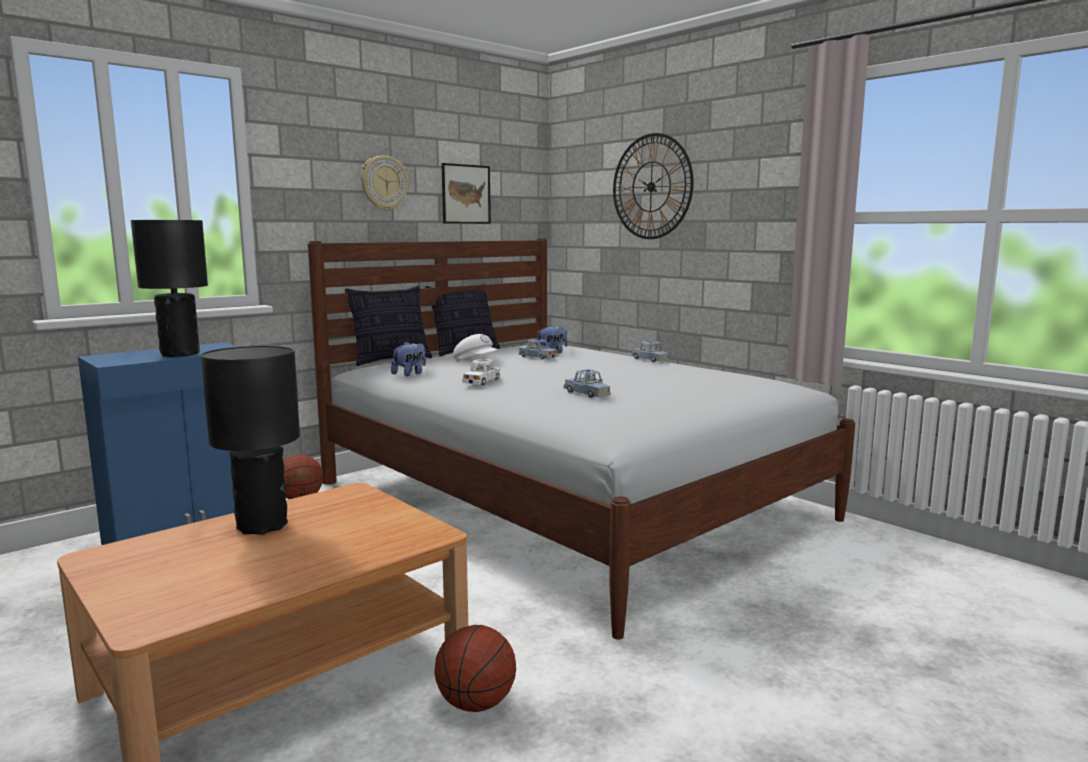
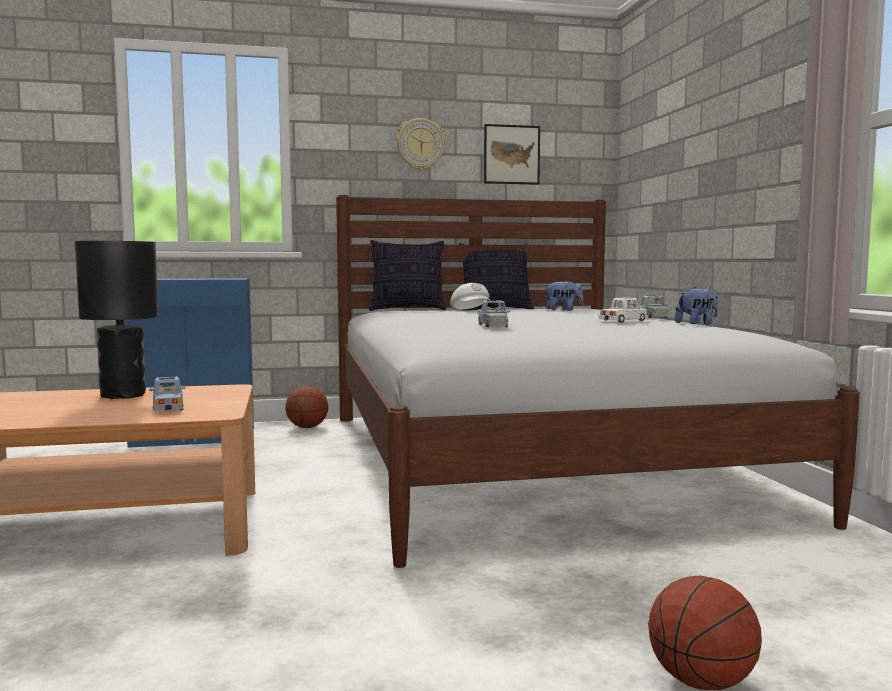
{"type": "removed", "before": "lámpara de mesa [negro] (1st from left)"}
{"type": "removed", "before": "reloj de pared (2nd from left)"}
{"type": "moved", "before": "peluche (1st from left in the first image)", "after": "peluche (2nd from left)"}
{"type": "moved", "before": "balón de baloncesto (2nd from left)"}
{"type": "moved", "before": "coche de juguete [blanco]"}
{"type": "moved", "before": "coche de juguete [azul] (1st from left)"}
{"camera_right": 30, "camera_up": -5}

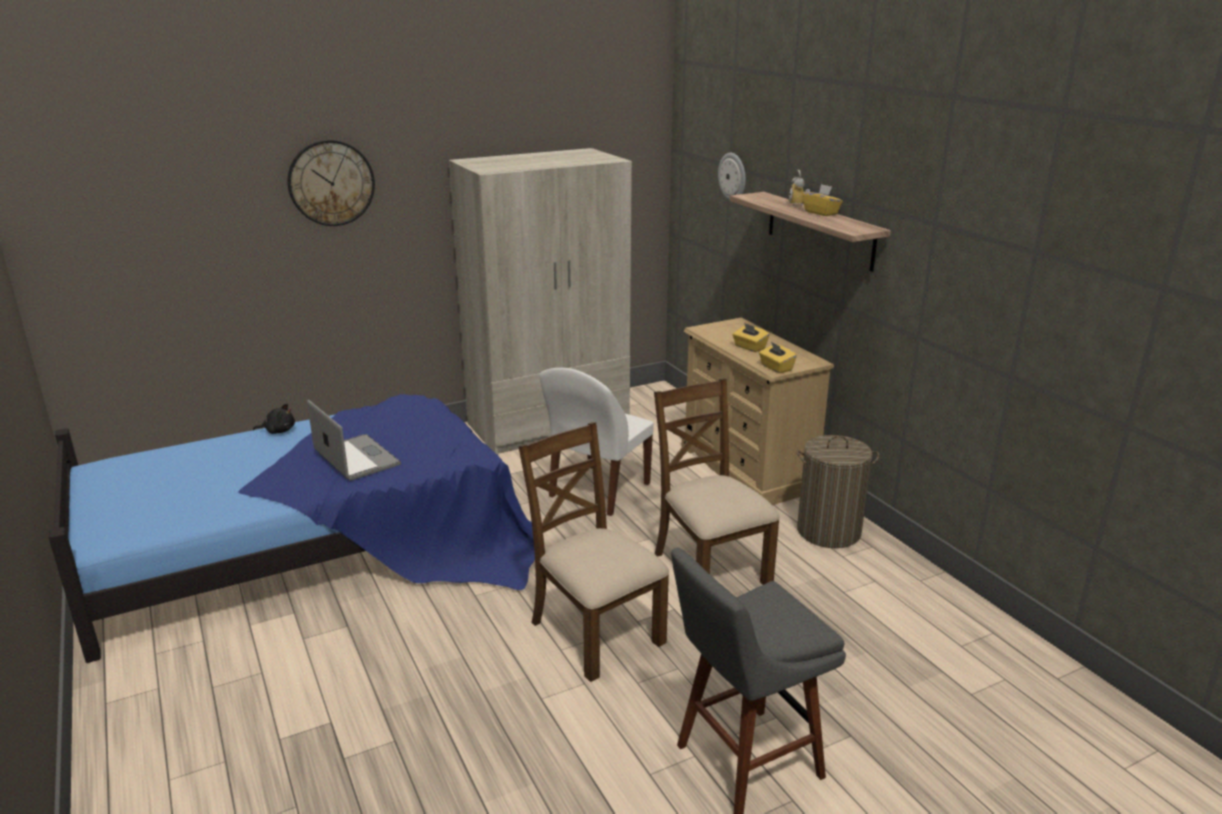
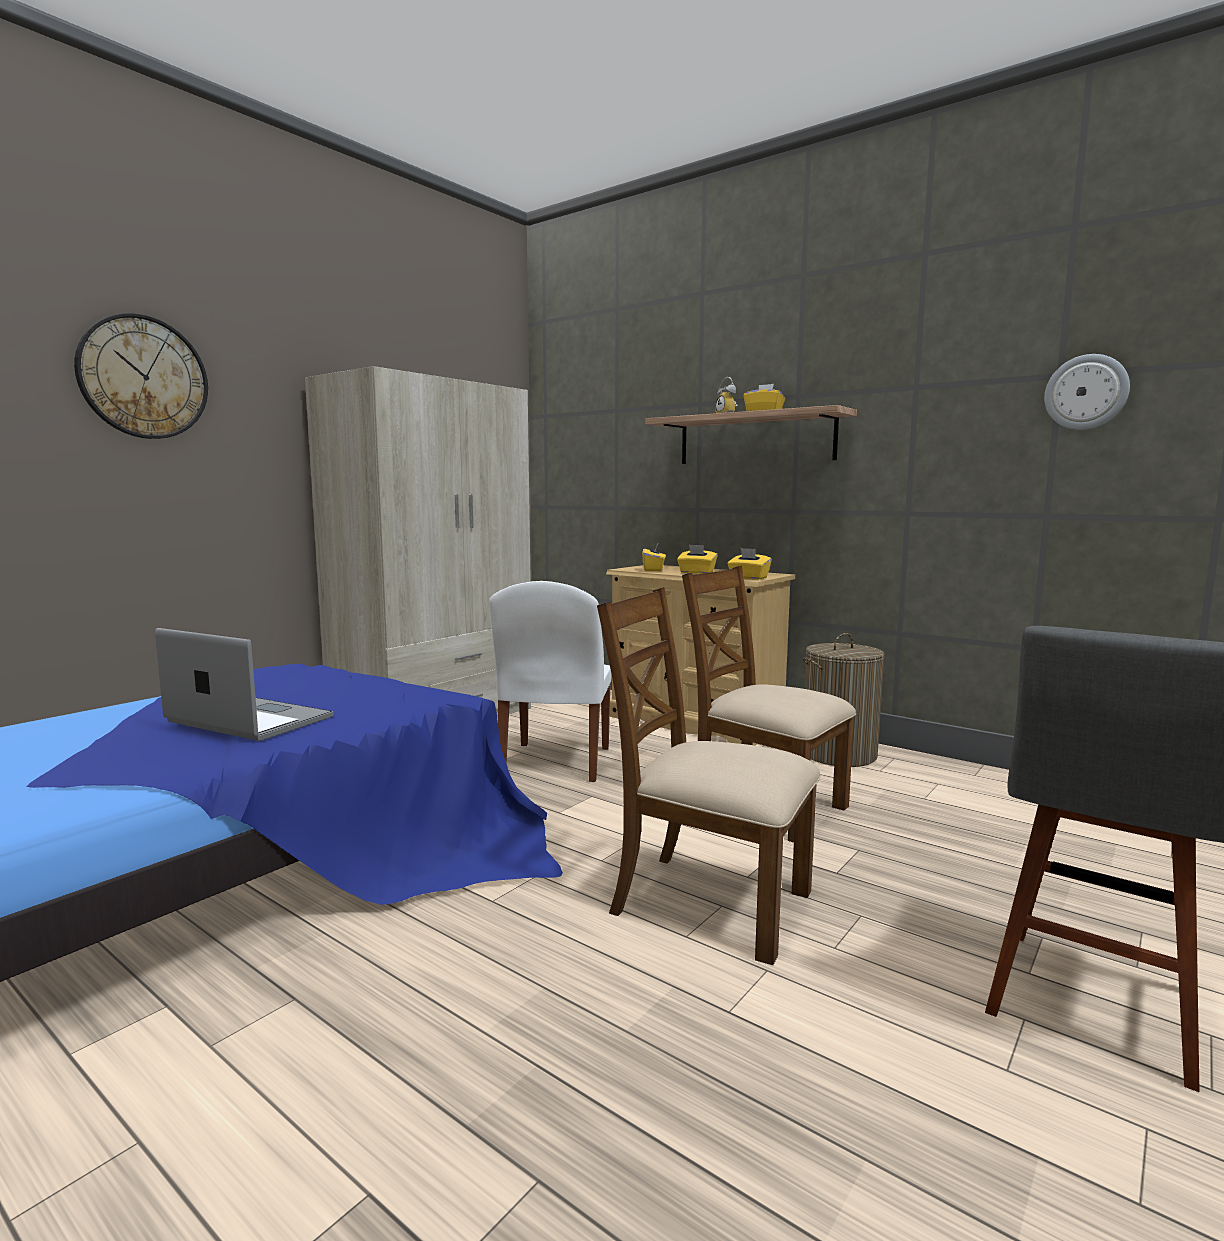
{"type": "removed", "before": "peluche [negro]"}
{"type": "added", "after": "caja de pañuelos [amarillo] (1st from left)"}
{"type": "moved", "before": "reloj de pared (2nd from left)"}
{"camera_right": -25, "camera_up": -15}

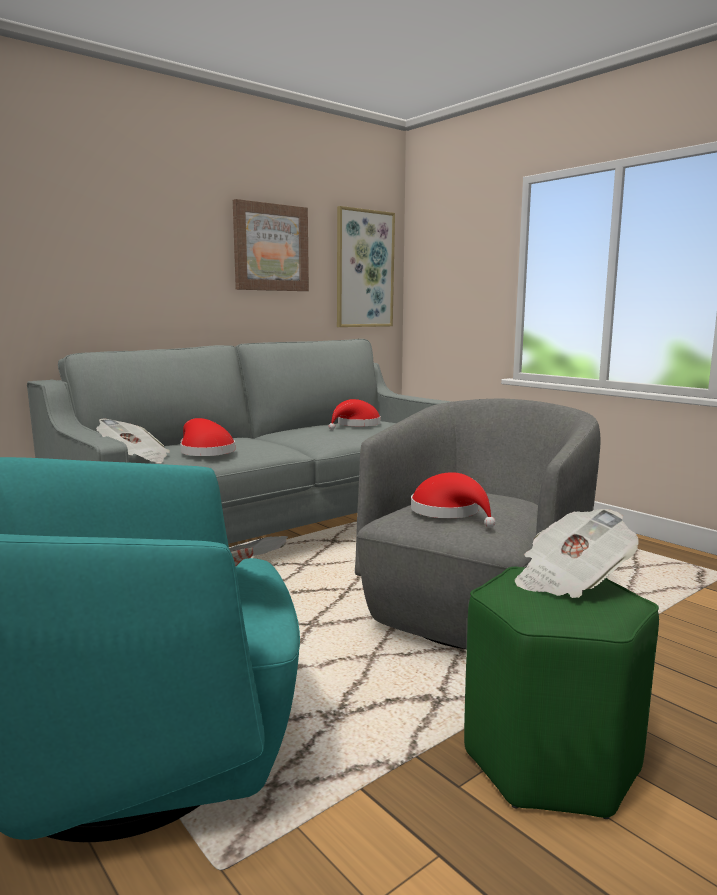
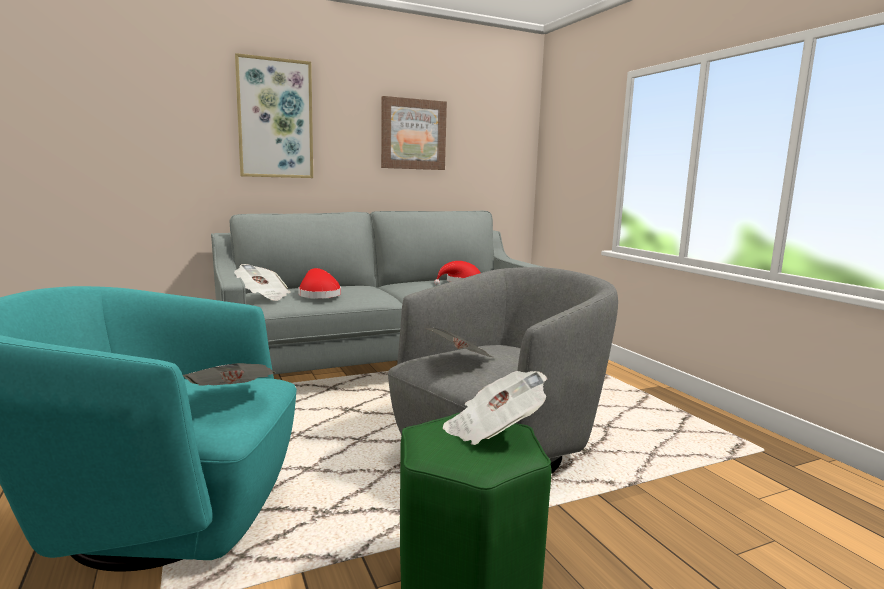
{"type": "moved", "before": "cuadro (2nd from left in the first image)", "after": "cuadro (1st from left)"}
{"type": "replaced", "before": "sombrero [rojo] (3rd from left)", "after": "periódico (3rd from left)"}
{"camera_right": 15, "camera_up": 0}

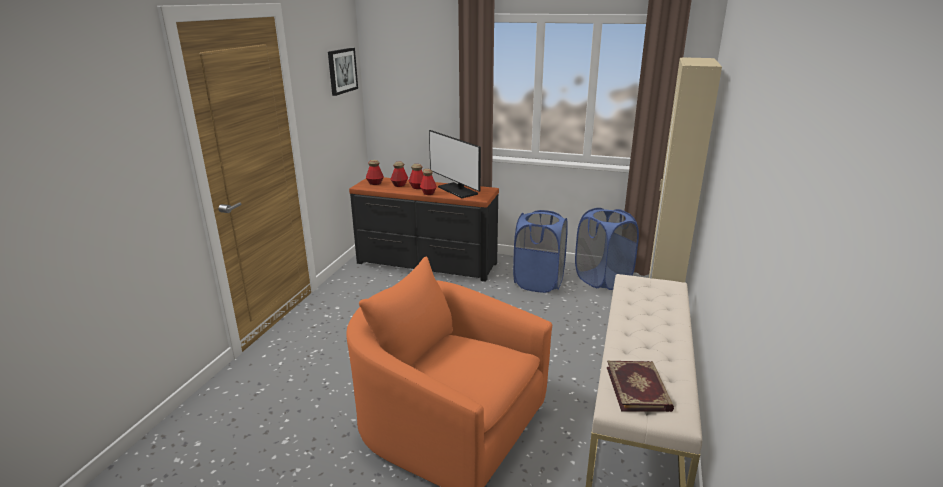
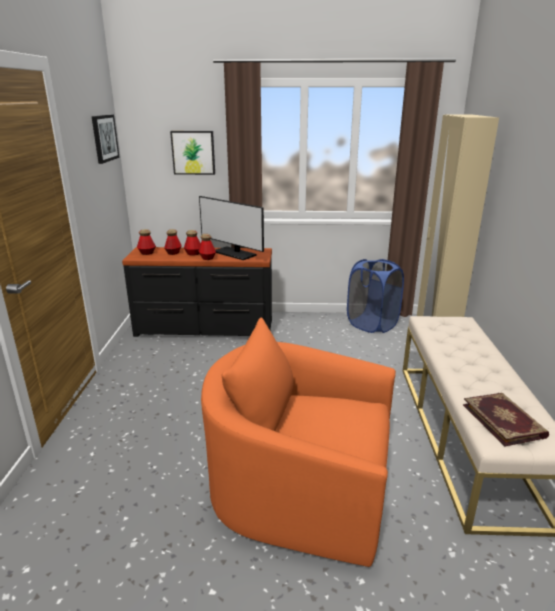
{"type": "removed", "before": "cesto de la ropa [azul] (1st from left)"}
{"type": "added", "after": "cuadro (2nd from left)"}
{"camera_right": -15, "camera_up": 0}

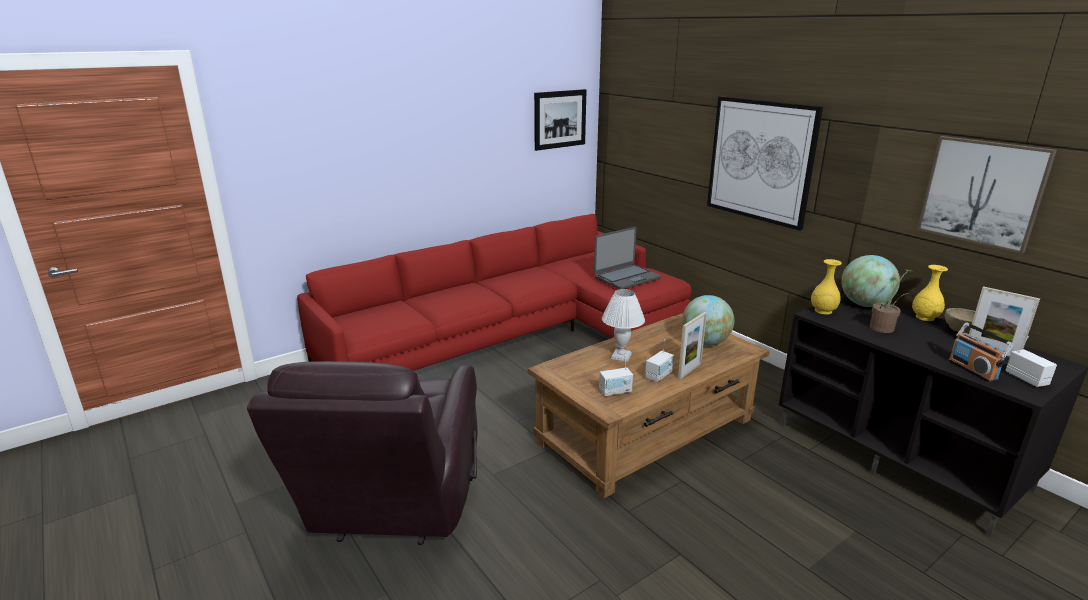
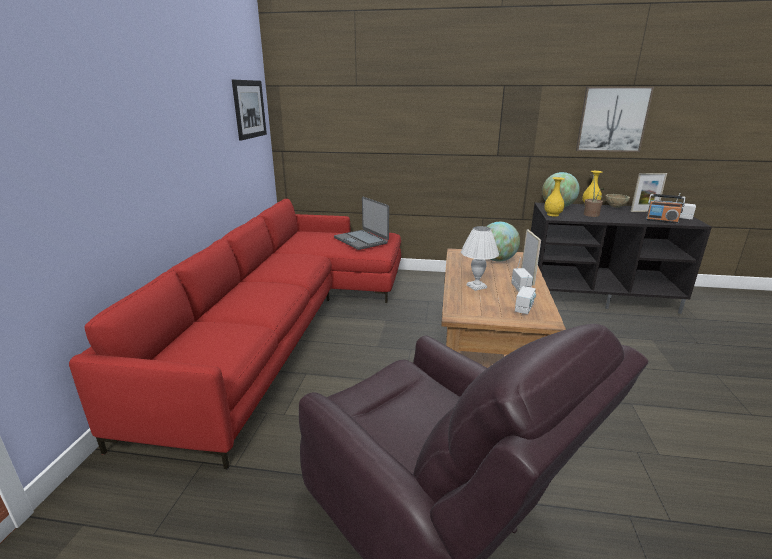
{"type": "removed", "before": "cuadro (2nd from left)"}
{"type": "turned", "before": "portátil", "turn": 135}
{"camera_right": -45, "camera_up": 0}

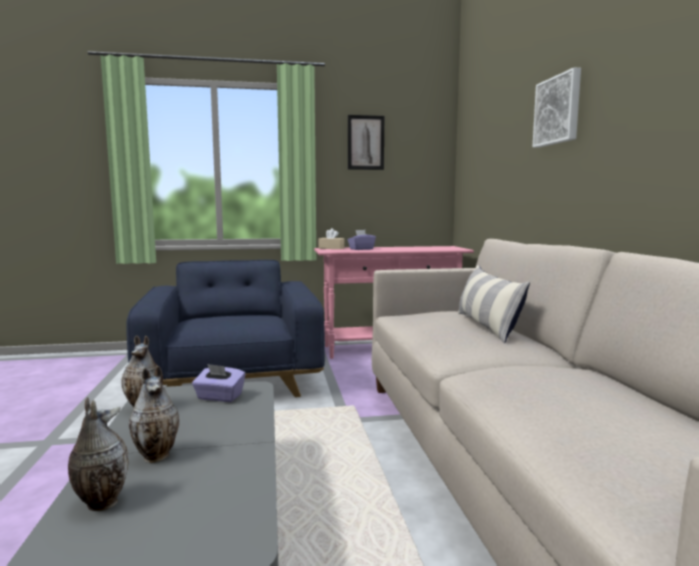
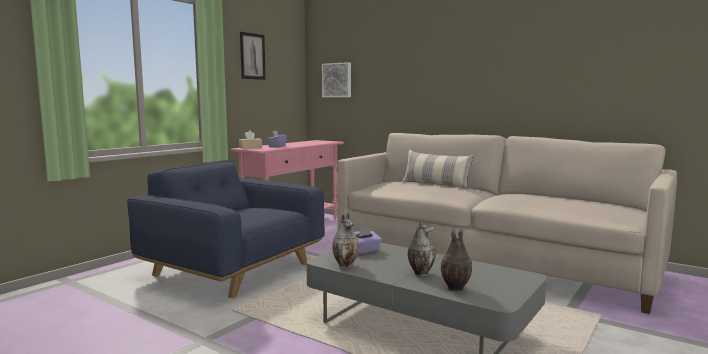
{"type": "moved", "before": "cuadro (2nd from left)"}
{"camera_right": -45, "camera_up": 0}

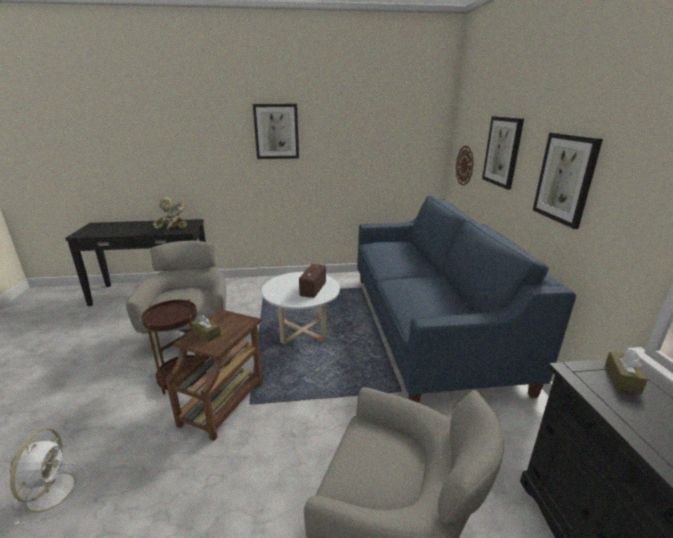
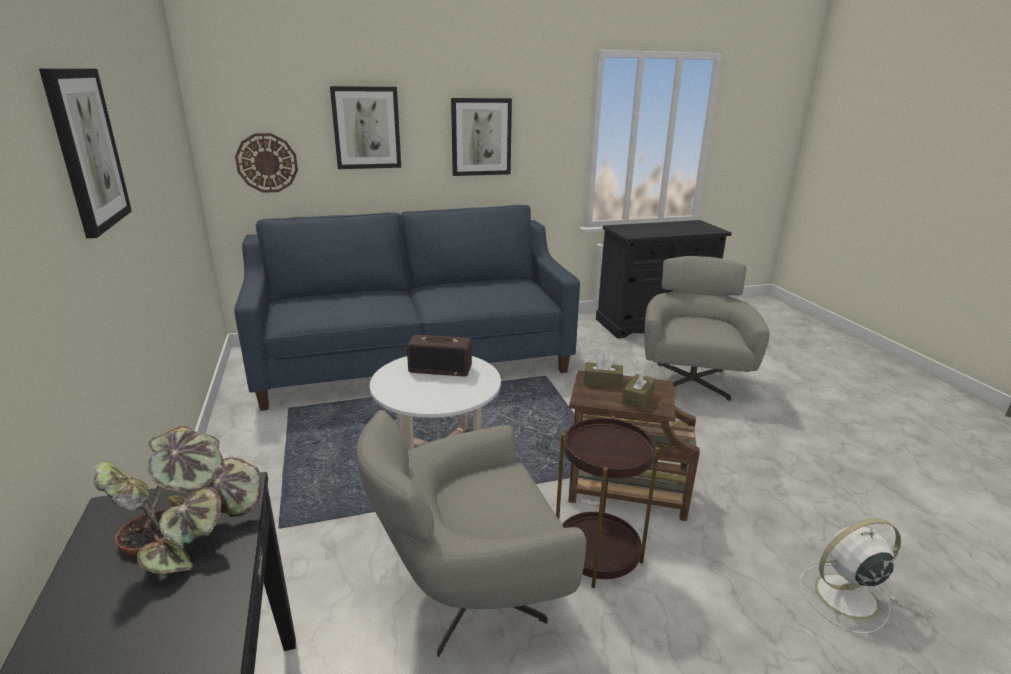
{"type": "moved", "before": "caja de pañuelos [marrón] (2nd from left in the first image)", "after": "caja de pañuelos [marrón] (1st from left)"}
{"camera_right": -100, "camera_up": 0}

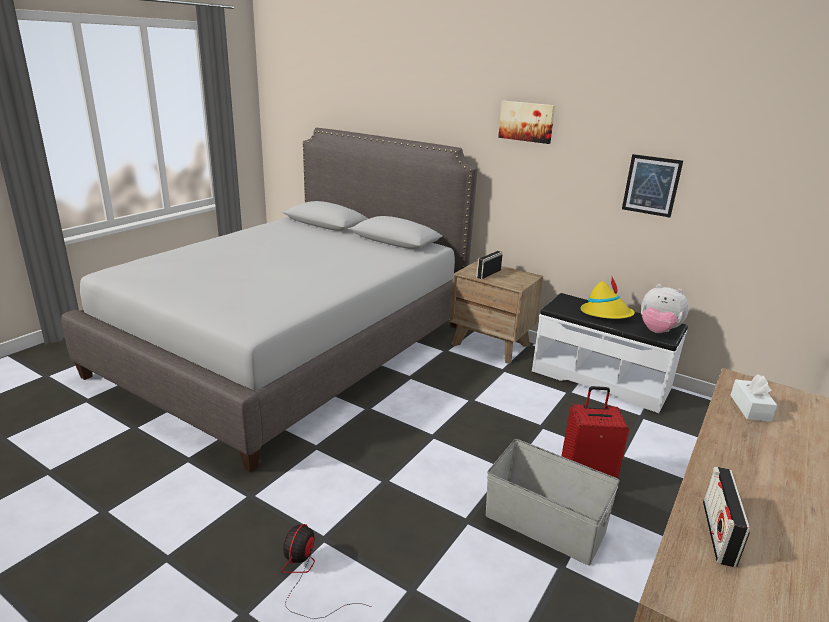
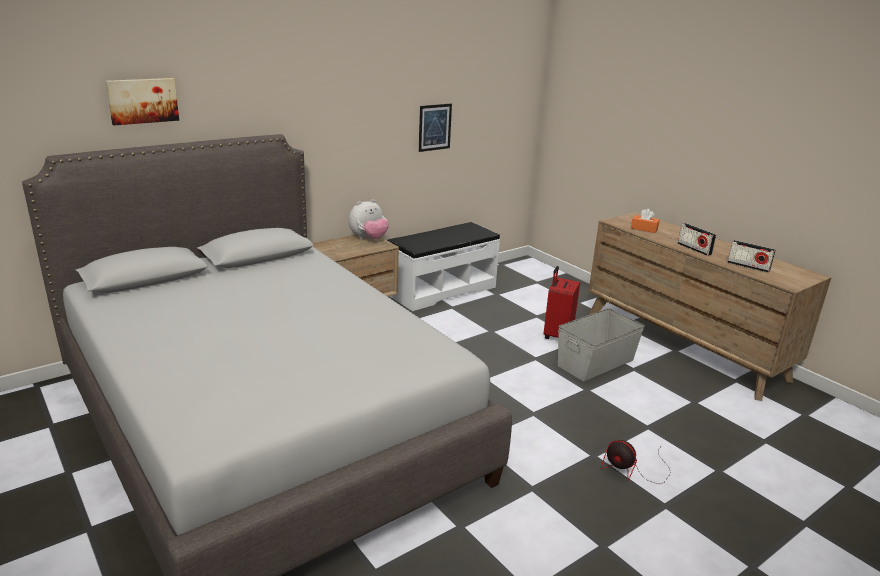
{"type": "removed", "before": "sombrero [amarillo]"}
{"type": "moved", "before": "radio (1st from left)"}
{"type": "moved", "before": "cuadro (1st from left)"}
{"type": "moved", "before": "peluche"}
{"type": "recoloured", "before": "caja de pañuelos [blanco]", "after": "caja de pañuelos [naranja]"}
{"camera_right": -70, "camera_up": 0}

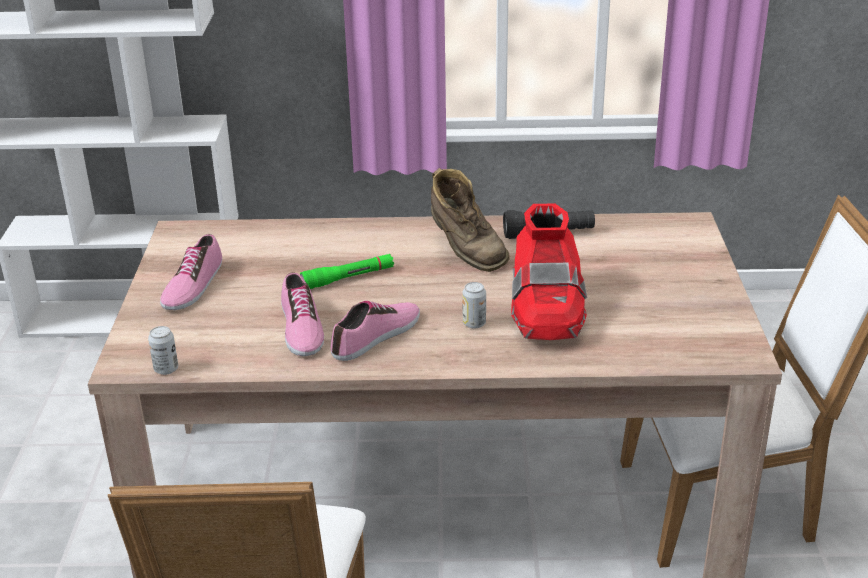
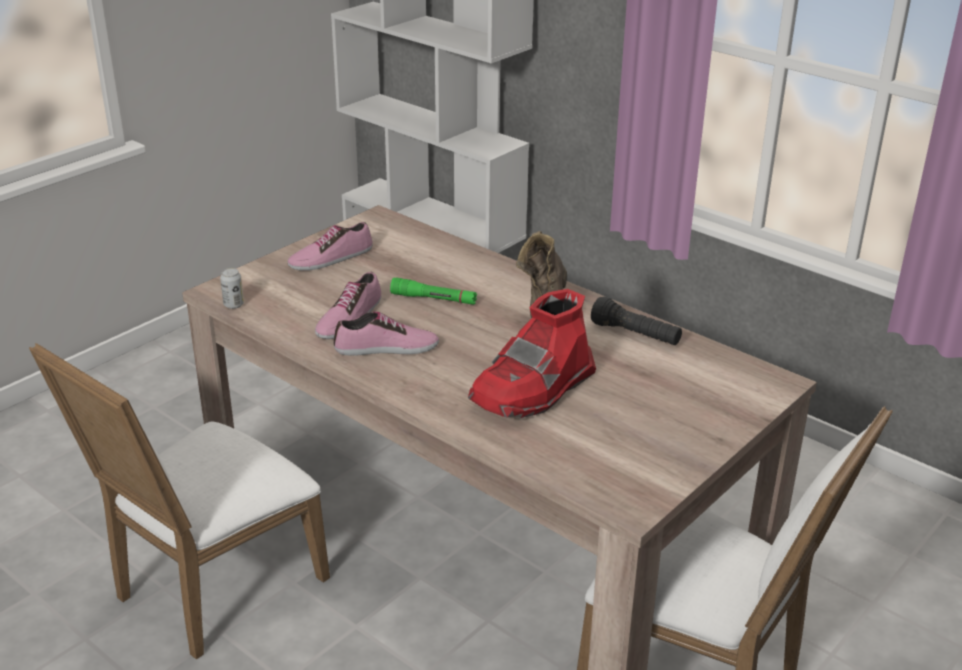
{"type": "removed", "before": "lata (2nd from left)"}
{"camera_right": 40, "camera_up": 0}

